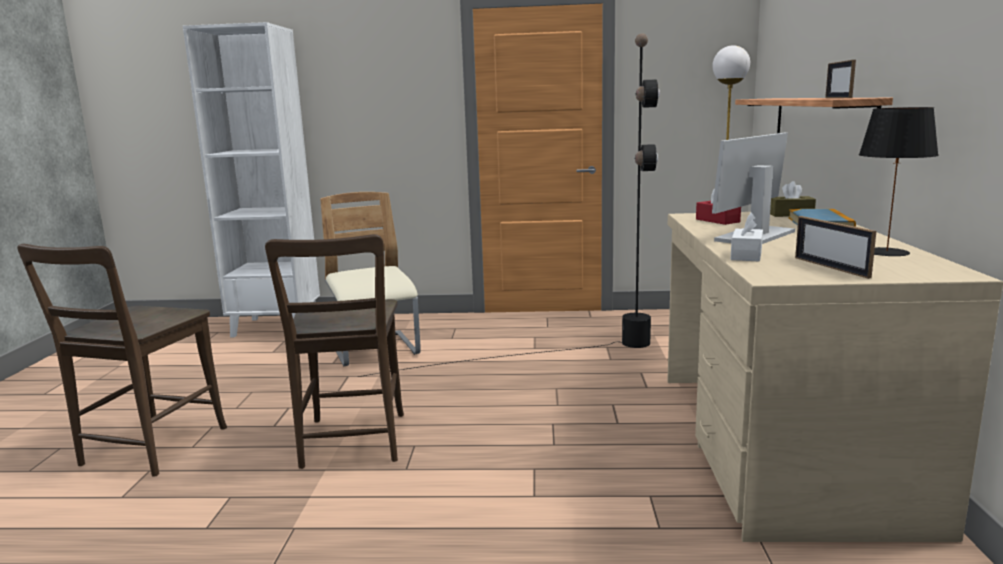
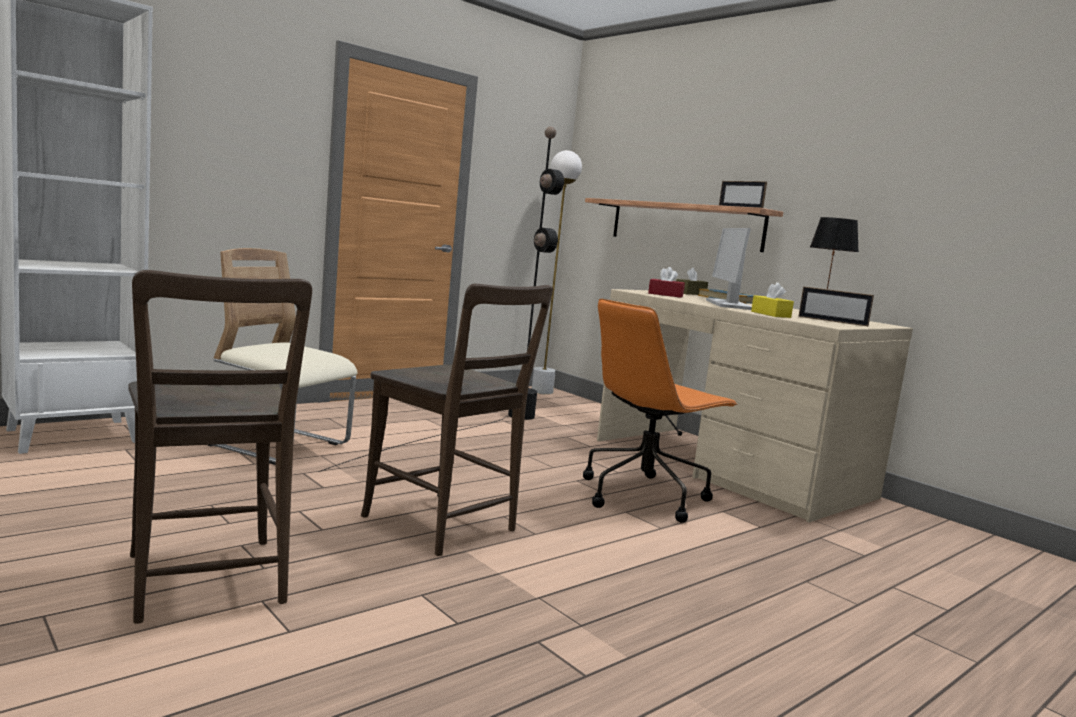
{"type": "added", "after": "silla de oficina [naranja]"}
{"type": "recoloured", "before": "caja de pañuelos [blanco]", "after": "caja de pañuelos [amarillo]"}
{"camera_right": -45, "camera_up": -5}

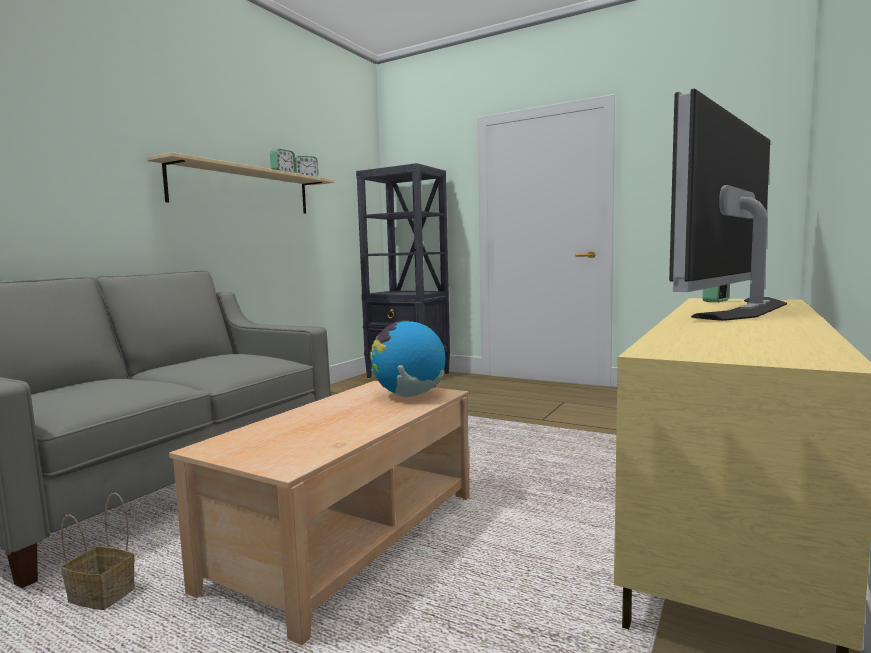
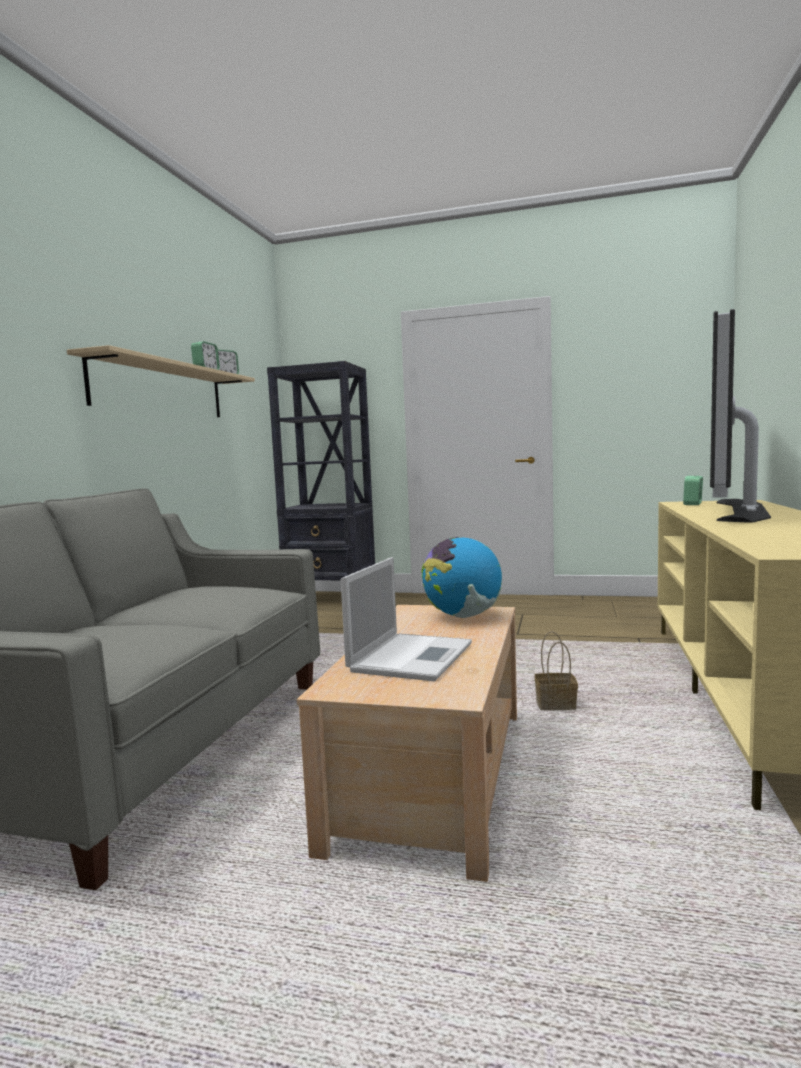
{"type": "added", "after": "portátil"}
{"type": "moved", "before": "cesta"}
{"camera_right": -15, "camera_up": 0}

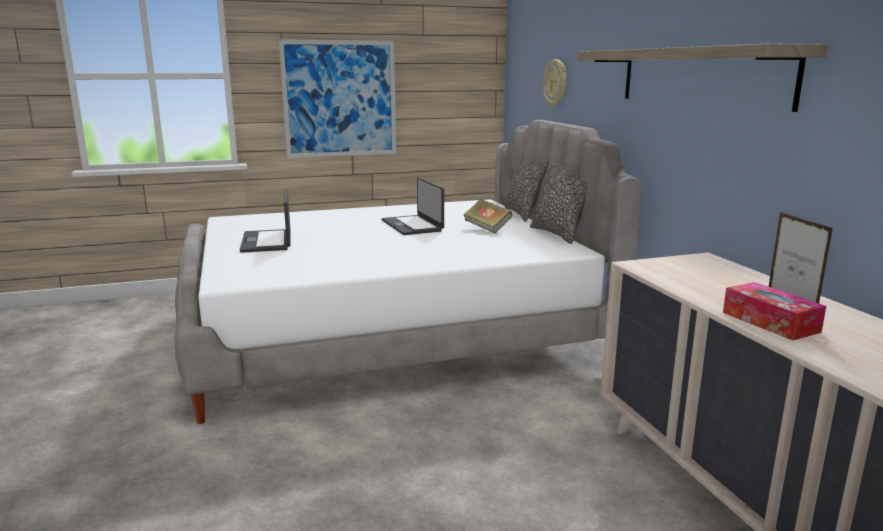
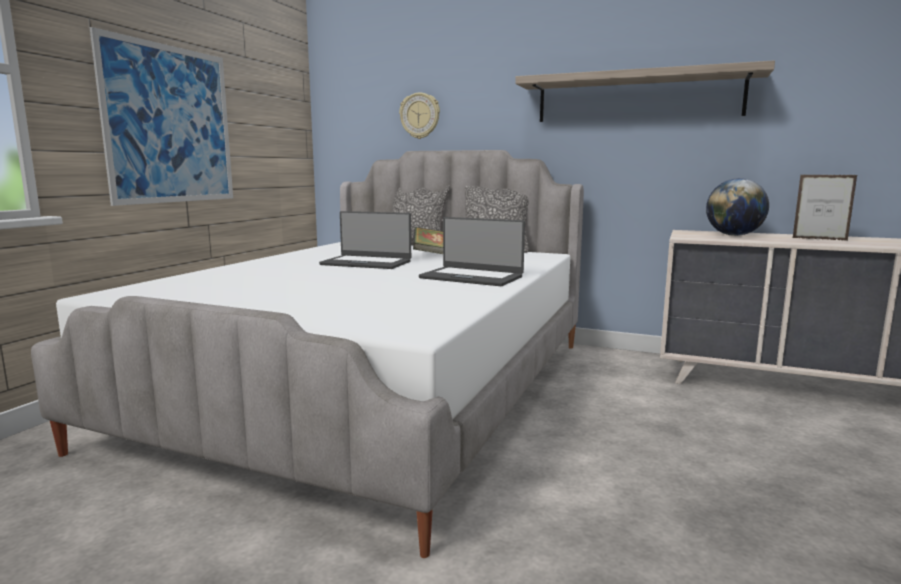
{"type": "removed", "before": "caja de pañuelos"}
{"type": "added", "after": "globo terráqueo"}
{"type": "moved", "before": "portátil (1st from left in the first image)", "after": "portátil (2nd from left)"}
{"camera_right": -50, "camera_up": -5}

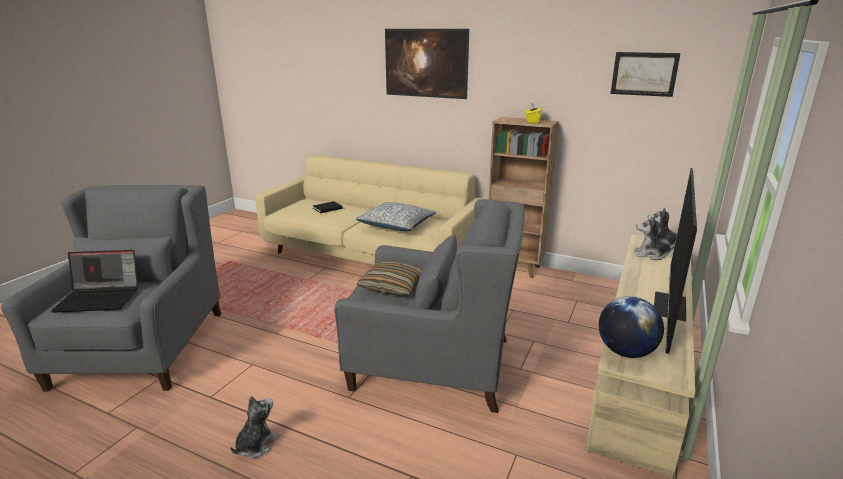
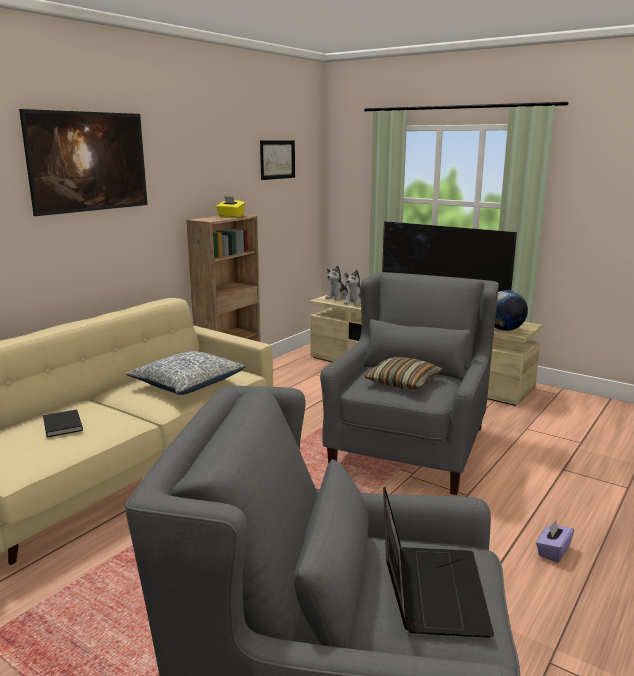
{"type": "replaced", "before": "peluche (1st from left)", "after": "caja de pañuelos [morado]"}
{"camera_right": -80, "camera_up": -5}

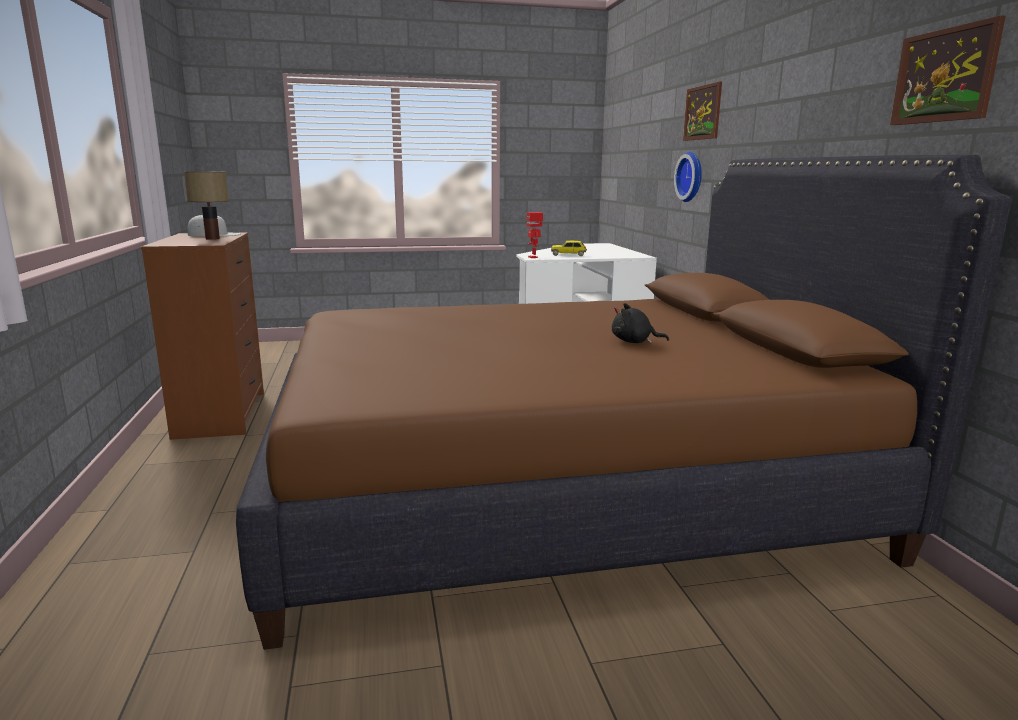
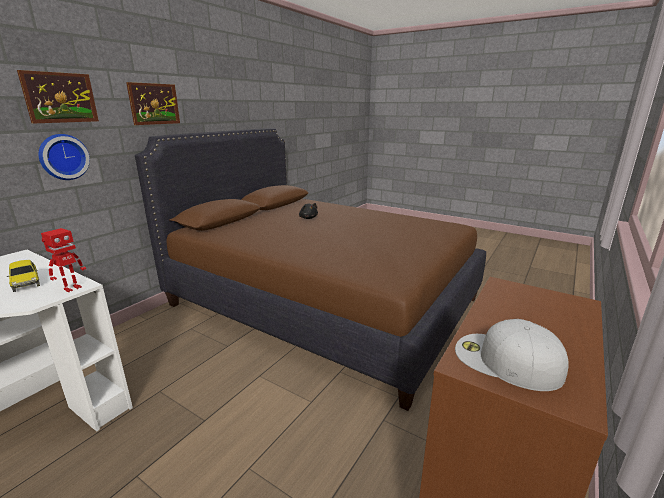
{"type": "removed", "before": "lámpara de mesa"}
{"type": "moved", "before": "cuadro (2nd from left)"}
{"camera_right": -135, "camera_up": 5}

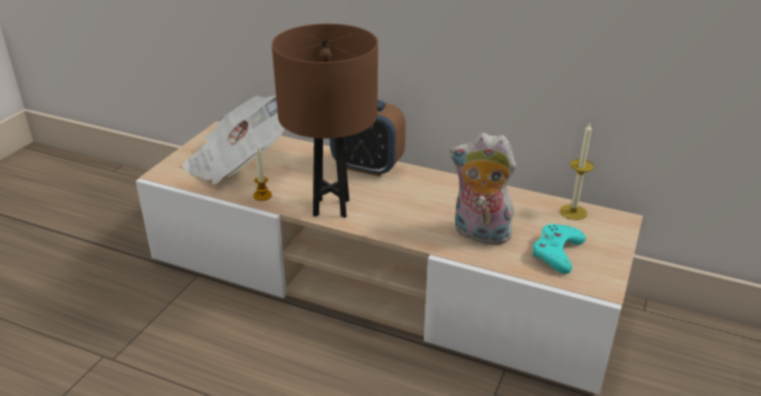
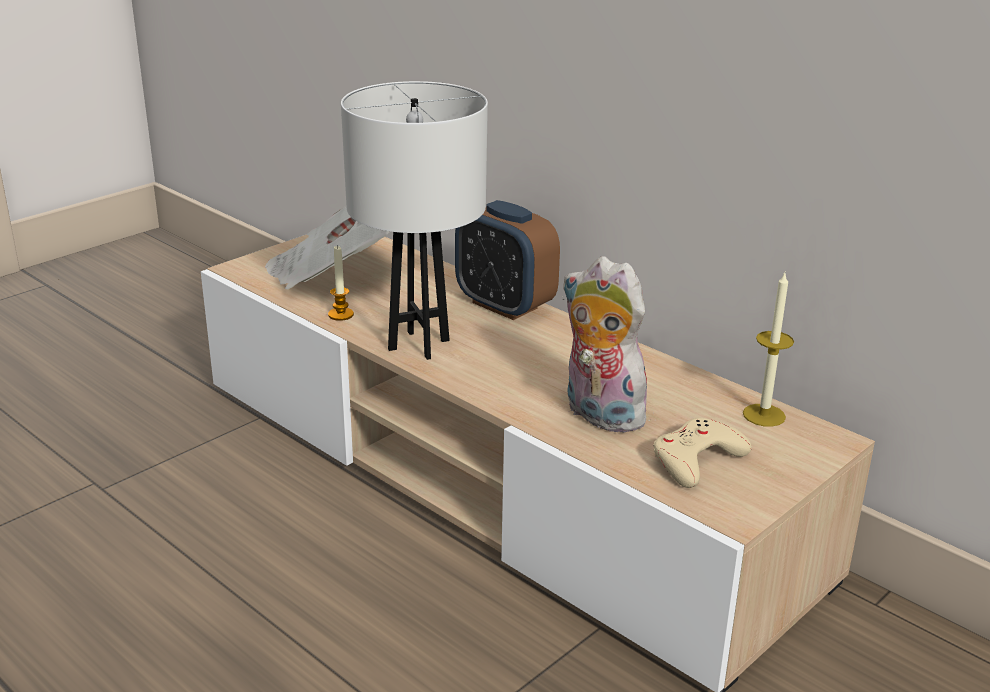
{"type": "recoloured", "before": "lámpara de mesa [marrón]", "after": "lámpara de mesa [blanco]"}
{"type": "recoloured", "before": "mando de consola [turquesa]", "after": "mando de consola [beis]"}
{"camera_right": 20, "camera_up": -5}

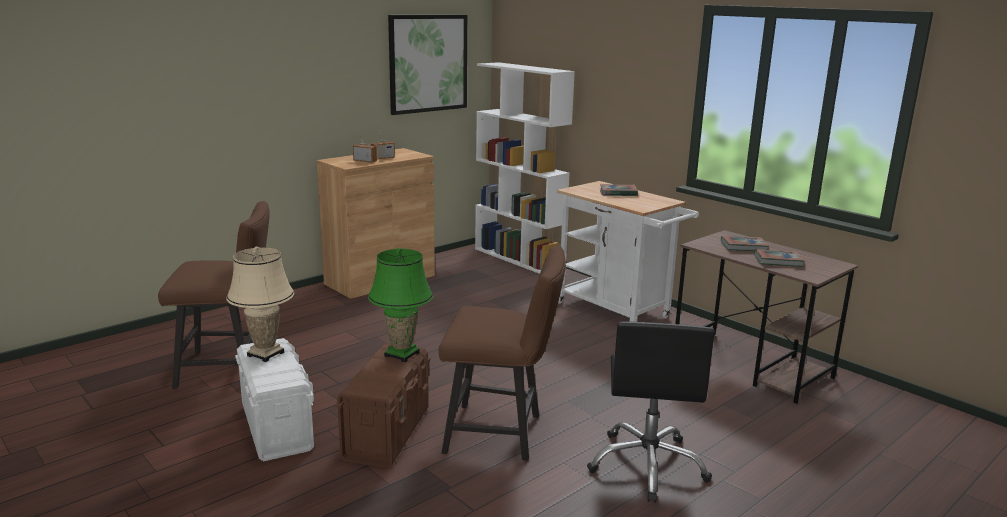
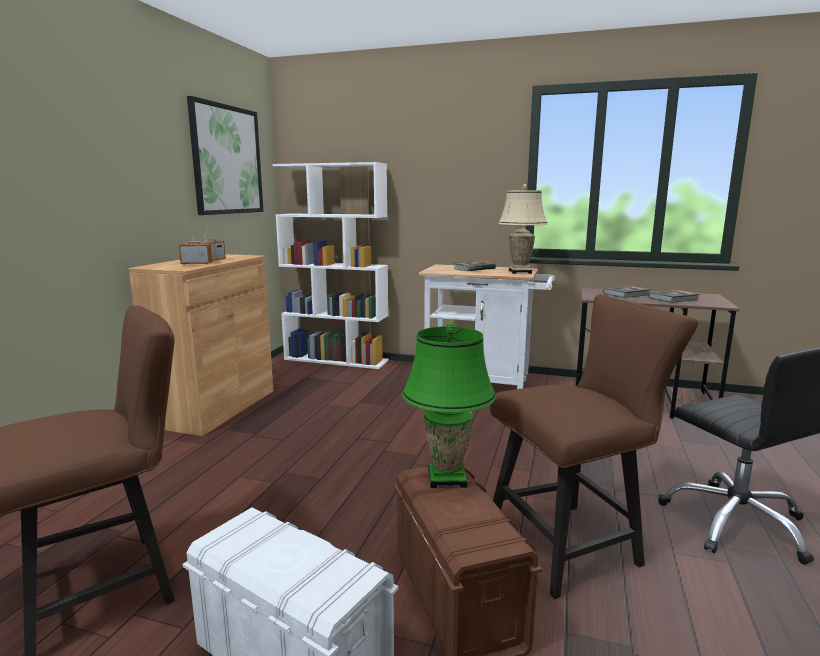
{"type": "moved", "before": "lámpara de mesa [beis]"}
{"camera_right": -30, "camera_up": -5}

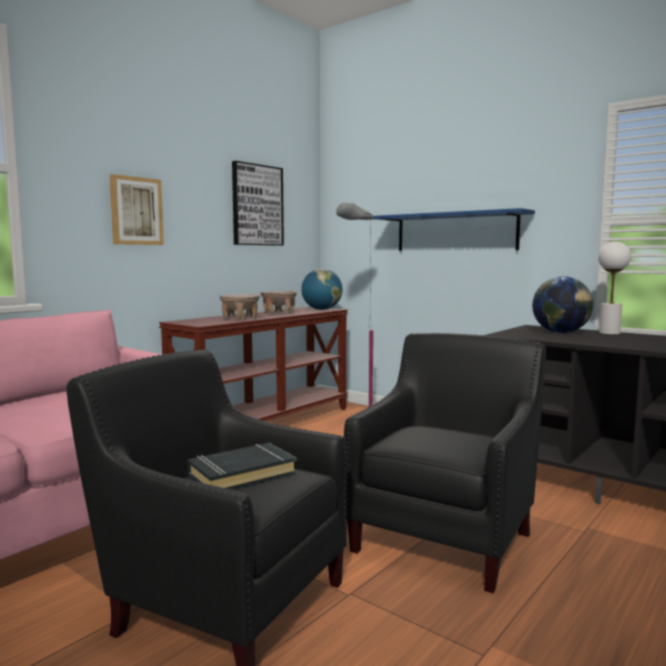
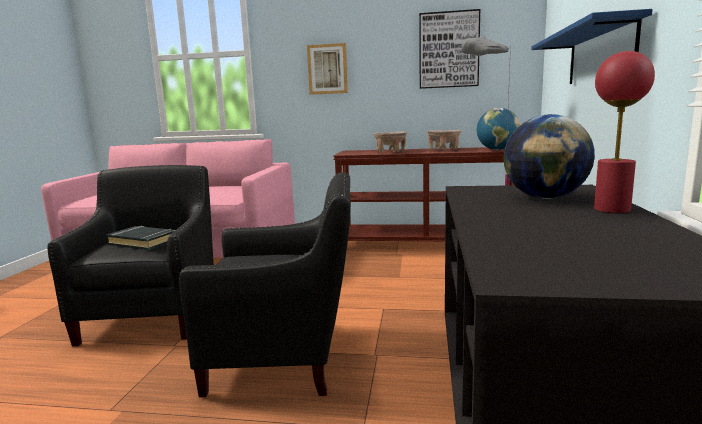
{"type": "recoloured", "before": "lámpara de mesa [blanco]", "after": "lámpara de mesa [rojo]"}
{"camera_right": 60, "camera_up": 5}

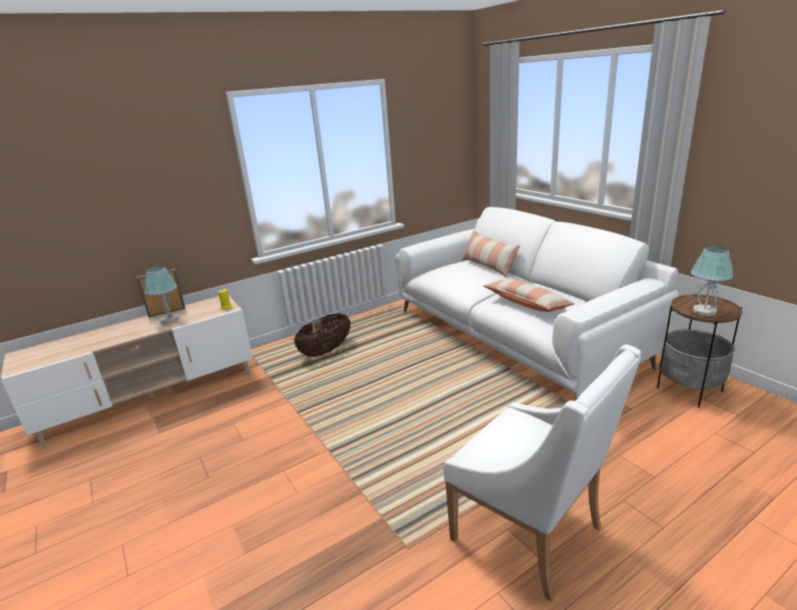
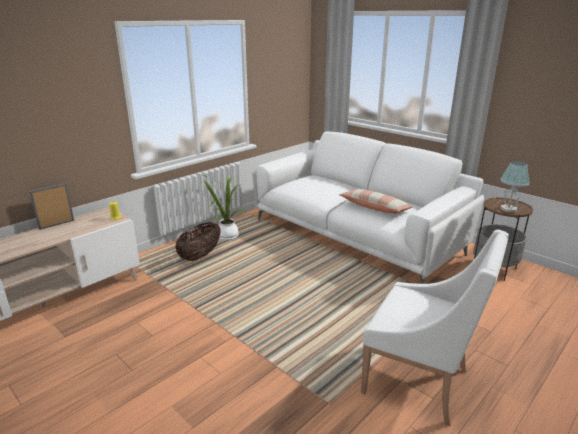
{"type": "removed", "before": "lámpara de mesa (1st from left)"}
{"type": "removed", "before": "cojín (1st from left)"}
{"type": "added", "after": "planta en maceta"}
{"camera_right": -15, "camera_up": 0}

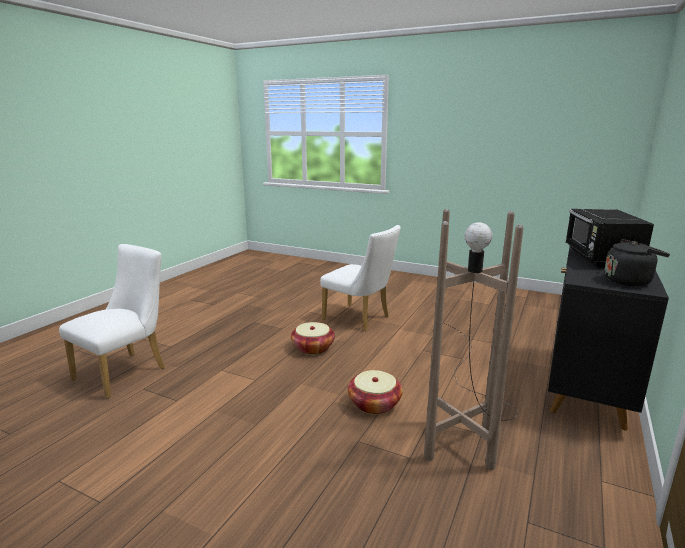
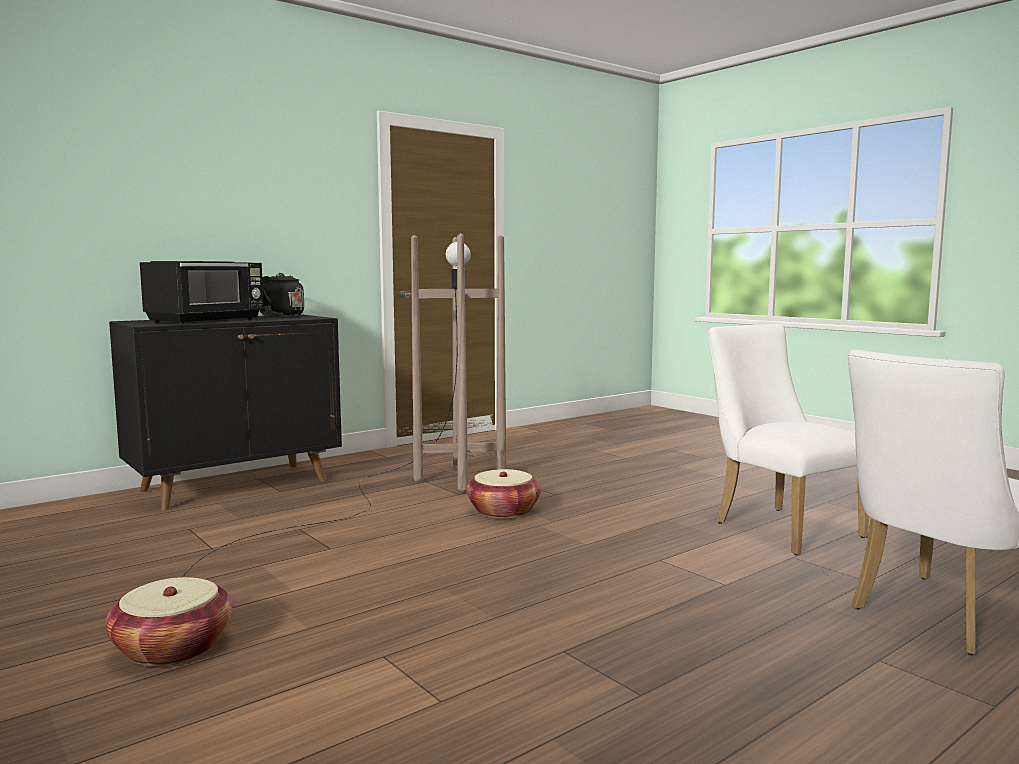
{"type": "moved", "before": "cesta (1st from left)"}
{"type": "moved", "before": "silla [blanco] (2nd from left in the first image)", "after": "silla [blanco] (1st from left)"}
{"camera_right": -155, "camera_up": -10}

